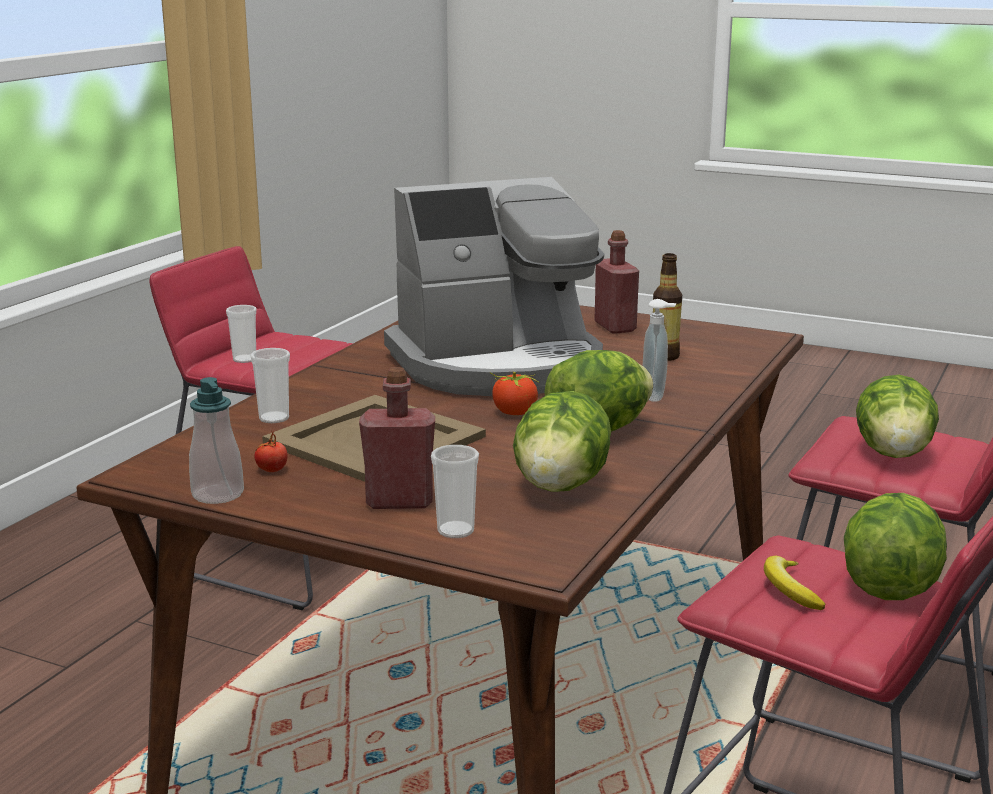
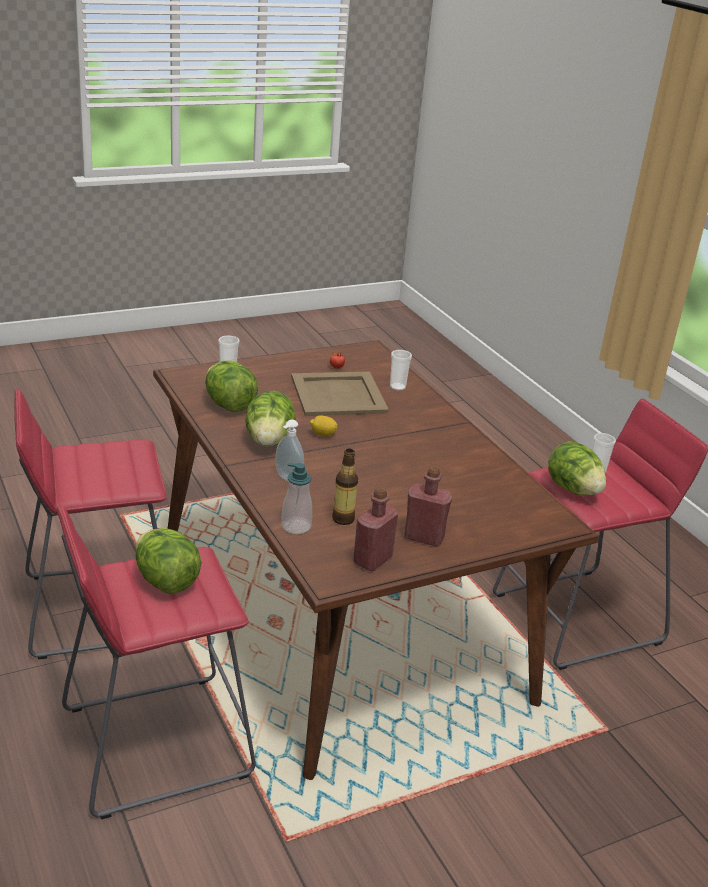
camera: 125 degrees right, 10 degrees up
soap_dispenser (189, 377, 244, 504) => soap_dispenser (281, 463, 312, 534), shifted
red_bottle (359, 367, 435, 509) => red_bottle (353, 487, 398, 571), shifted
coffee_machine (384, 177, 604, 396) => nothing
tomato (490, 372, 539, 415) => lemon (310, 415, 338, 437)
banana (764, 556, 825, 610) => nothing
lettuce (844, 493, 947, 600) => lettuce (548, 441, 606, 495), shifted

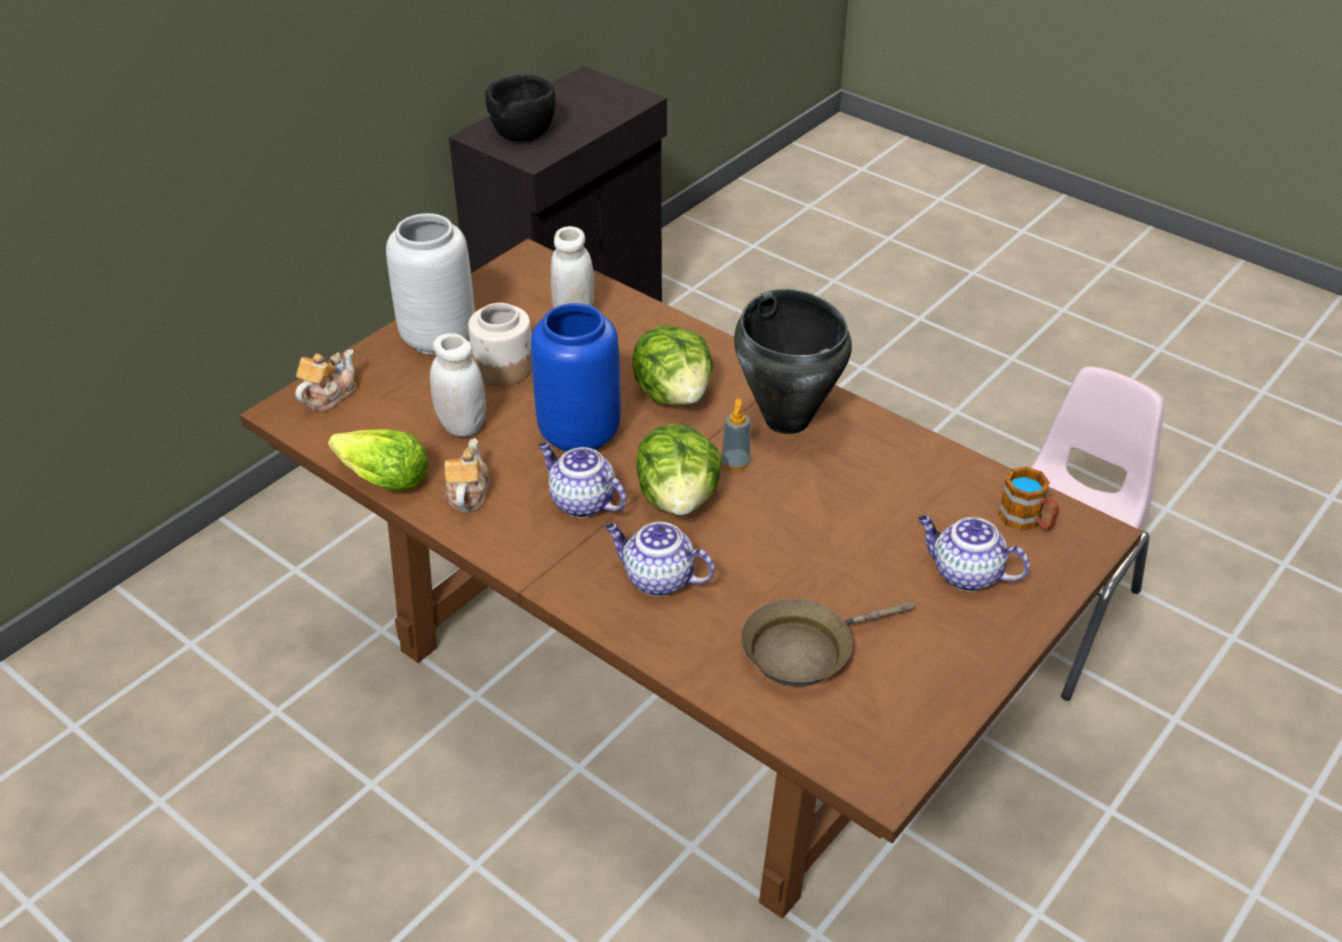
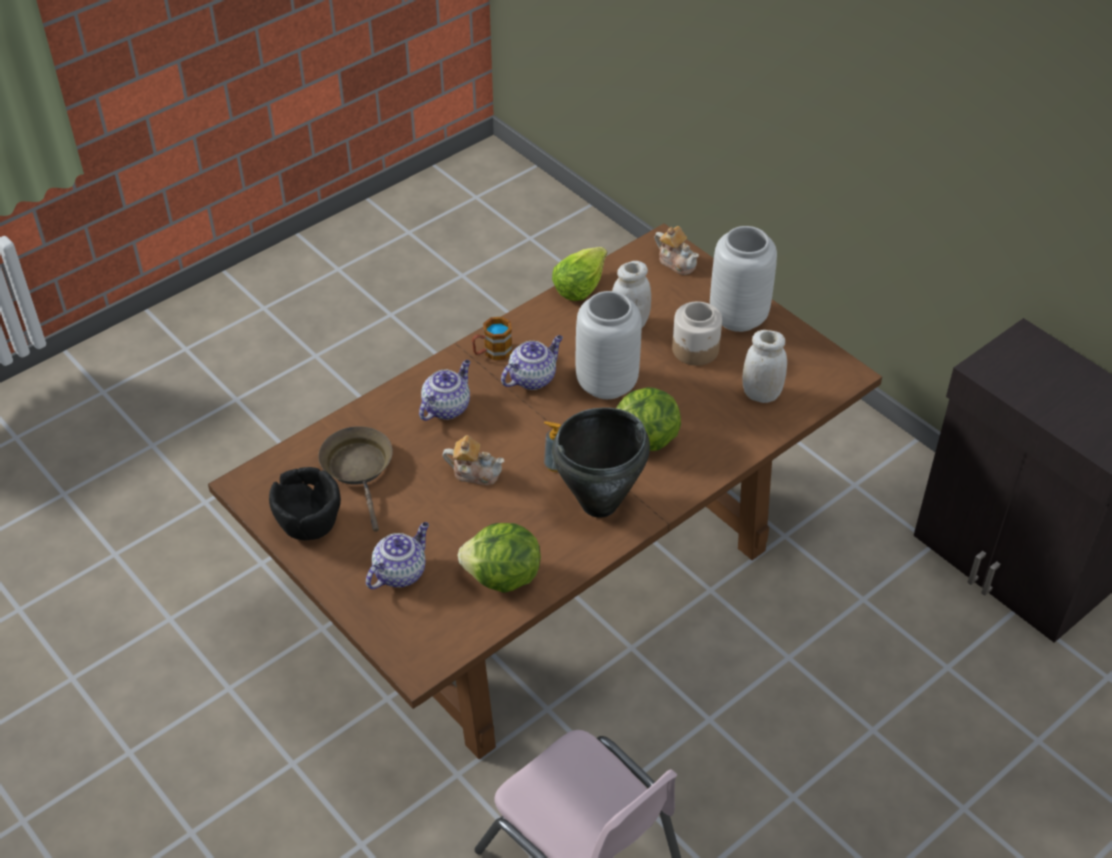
camera: 100 degrees right, 5 degrees up
teapot (445, 438, 490, 512) => teapot (443, 435, 504, 485), shifted
black_bowl (485, 75, 556, 142) => black_bowl (269, 467, 341, 540), shifted
blue_vase (531, 303, 621, 452) => grey_vase (576, 291, 642, 399)
lettuce (636, 424, 722, 515) => lettuce (458, 523, 541, 593), shifted
mug (998, 466, 1059, 531) => mug (472, 317, 512, 360), shifted

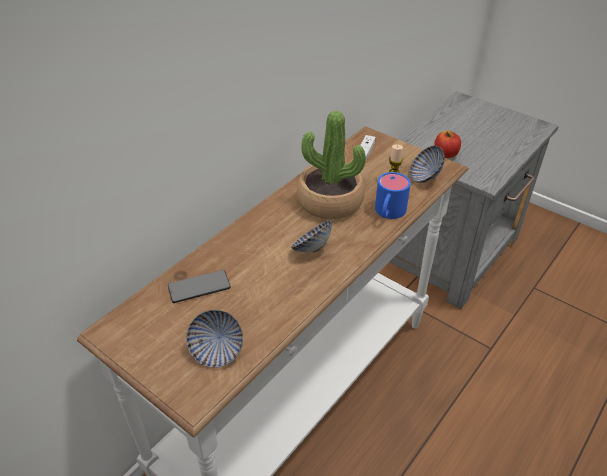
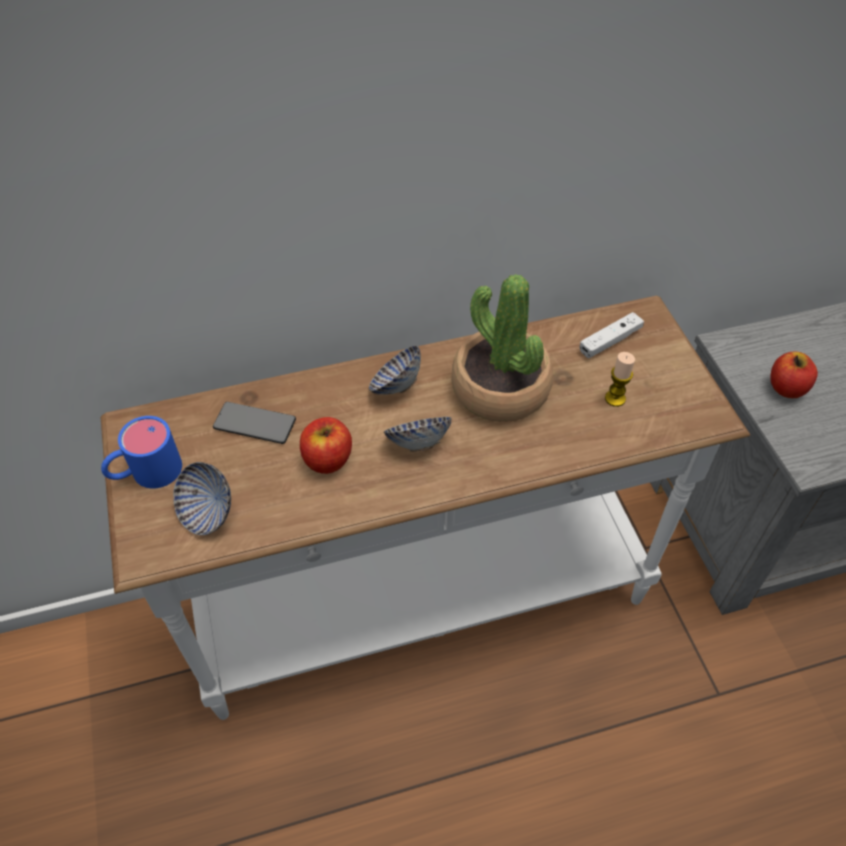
camera: 35 degrees right, 10 degrees up
blue_mug (375, 172, 411, 219) => blue_mug (101, 416, 182, 489), shifted
bowl (409, 146, 445, 183) => bowl (369, 345, 421, 394), shifted
nothing => apple (300, 417, 352, 474)

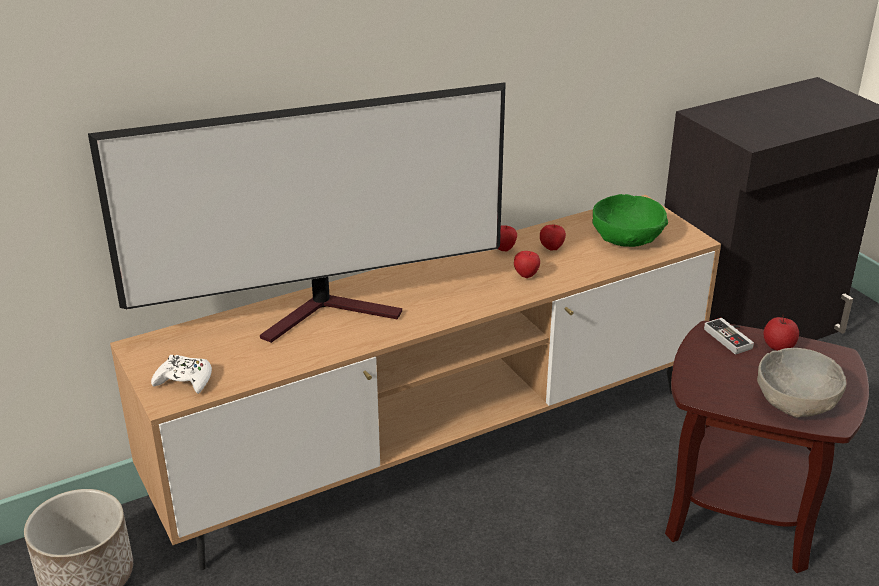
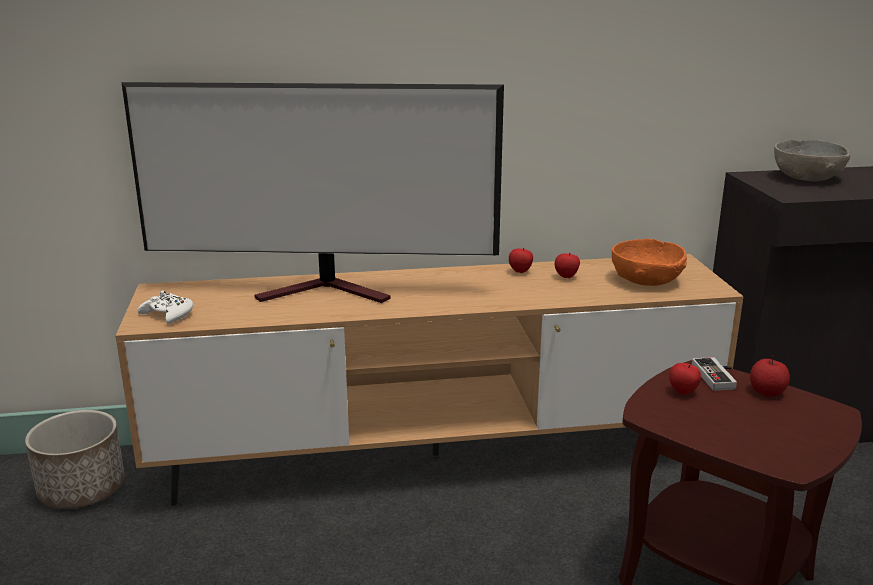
camera: 20 degrees right, 10 degrees down
apple (514, 251, 540, 278) => apple (669, 363, 701, 395), shifted
green_bowl (592, 194, 668, 247) => orange_bowl (612, 239, 687, 286)
grey_bowl (757, 348, 846, 417) => grey_bowl (774, 140, 850, 181), shifted

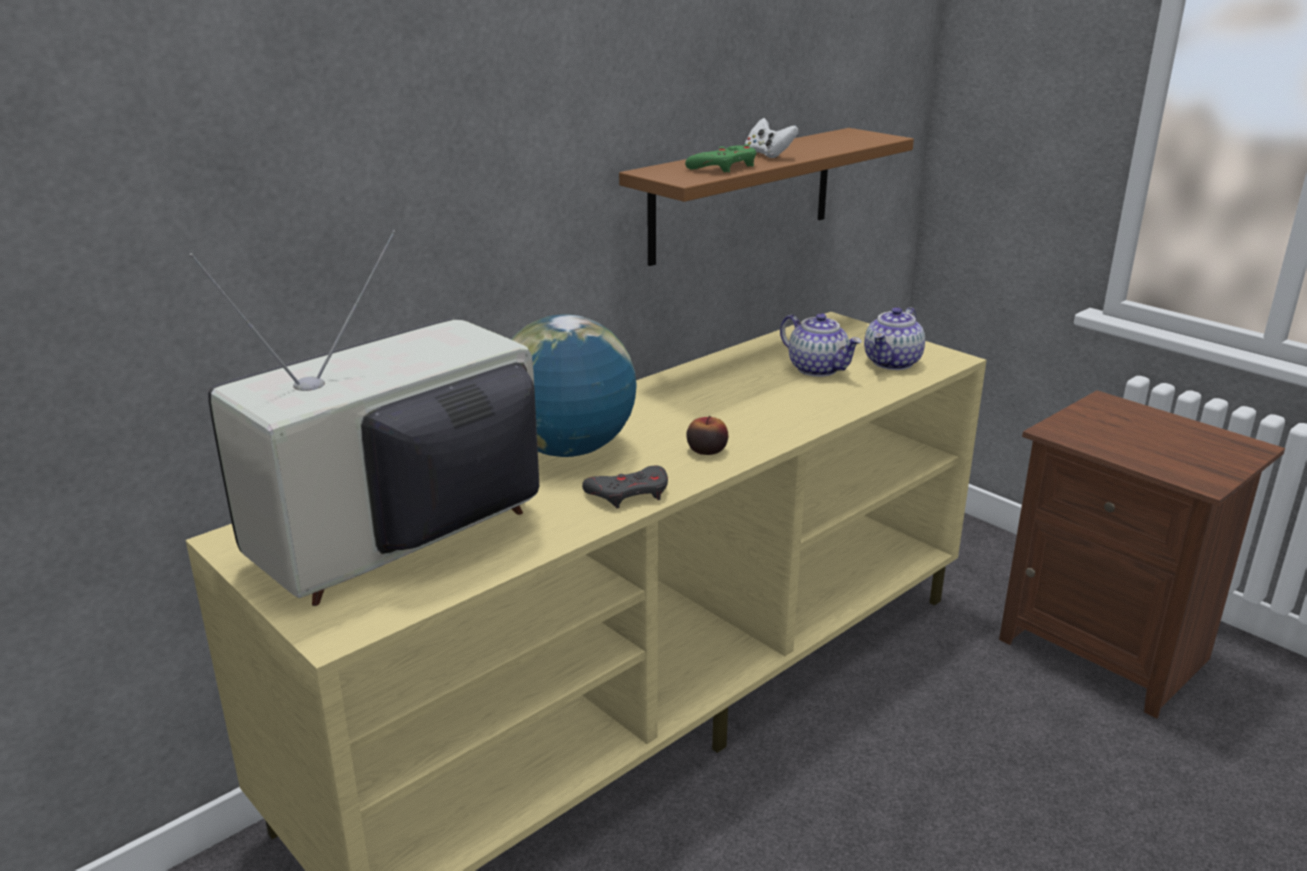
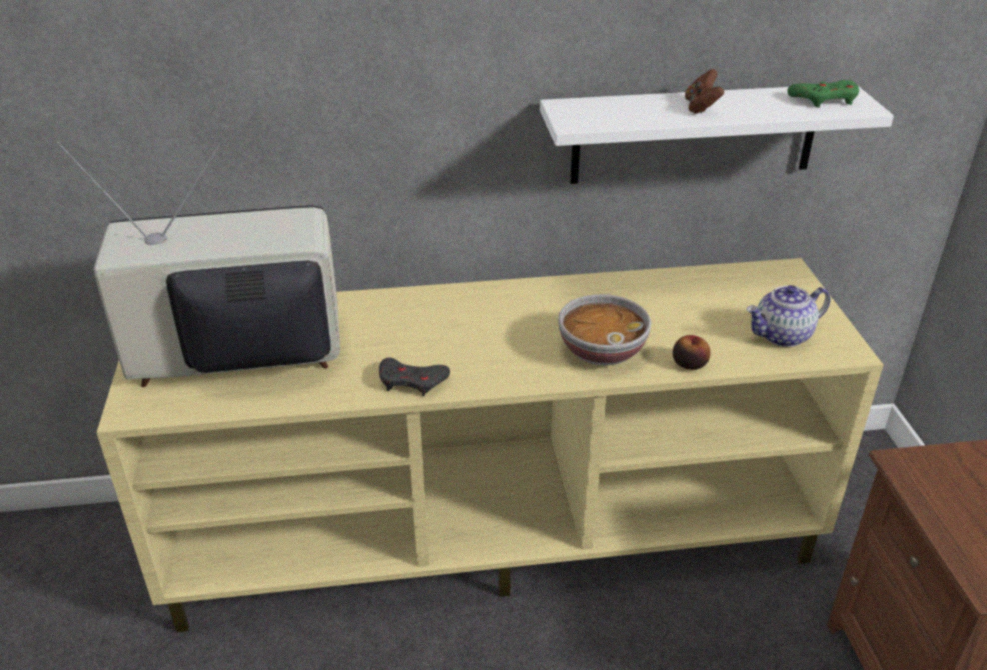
camera: 35 degrees right, 10 degrees up
globe (511, 314, 637, 457) => nothing
brown_shelf (619, 128, 914, 266) => white_shelf (540, 86, 894, 184)
green_game_controller (685, 144, 757, 172) => green_game_controller (787, 80, 859, 108), shifted
apple (686, 416, 728, 455) => apple (673, 335, 710, 370), shifted
white_game_controller (745, 118, 798, 158) => brown_game_controller (685, 69, 724, 114)
teapot (780, 313, 862, 377) => nothing
nothing => bowl (558, 294, 651, 365)

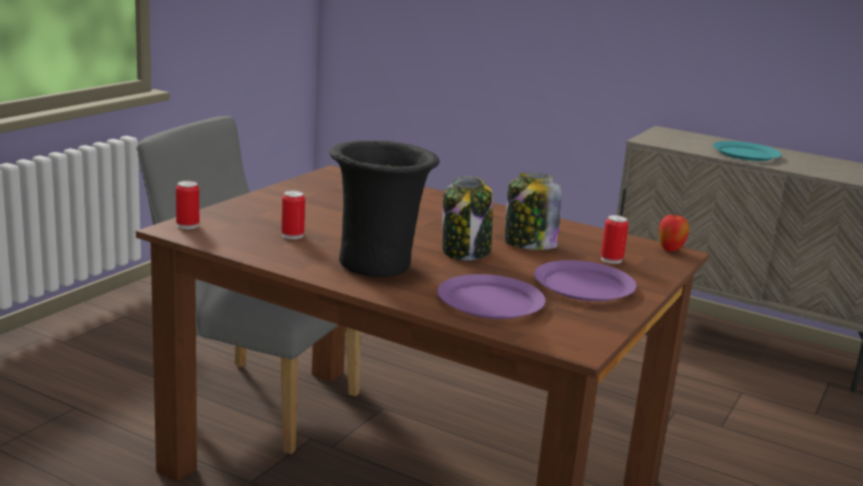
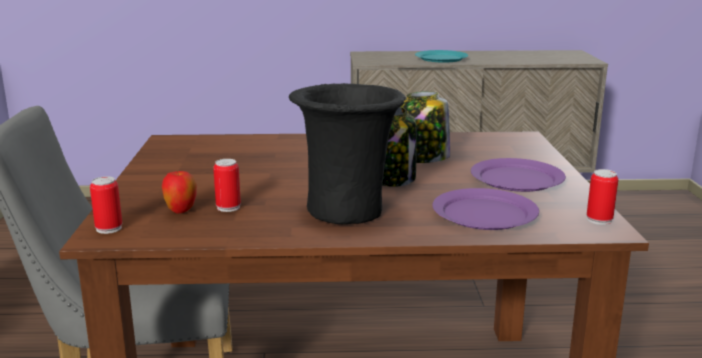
camera: 30 degrees left, 0 degrees up
can (601, 215, 629, 264) => can (587, 169, 618, 225), shifted
apple (659, 215, 689, 251) => apple (162, 170, 197, 213), shifted

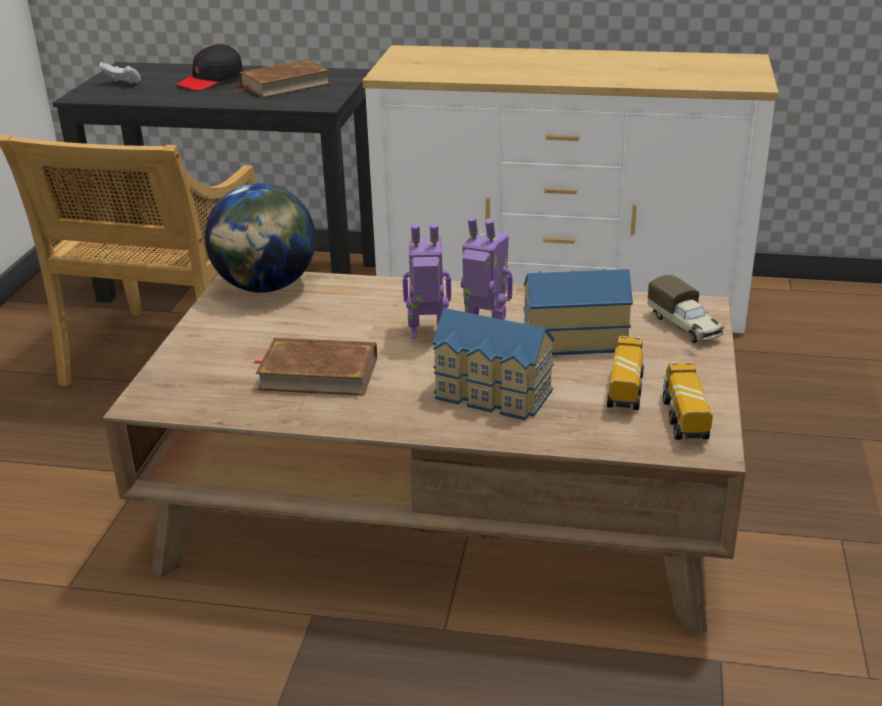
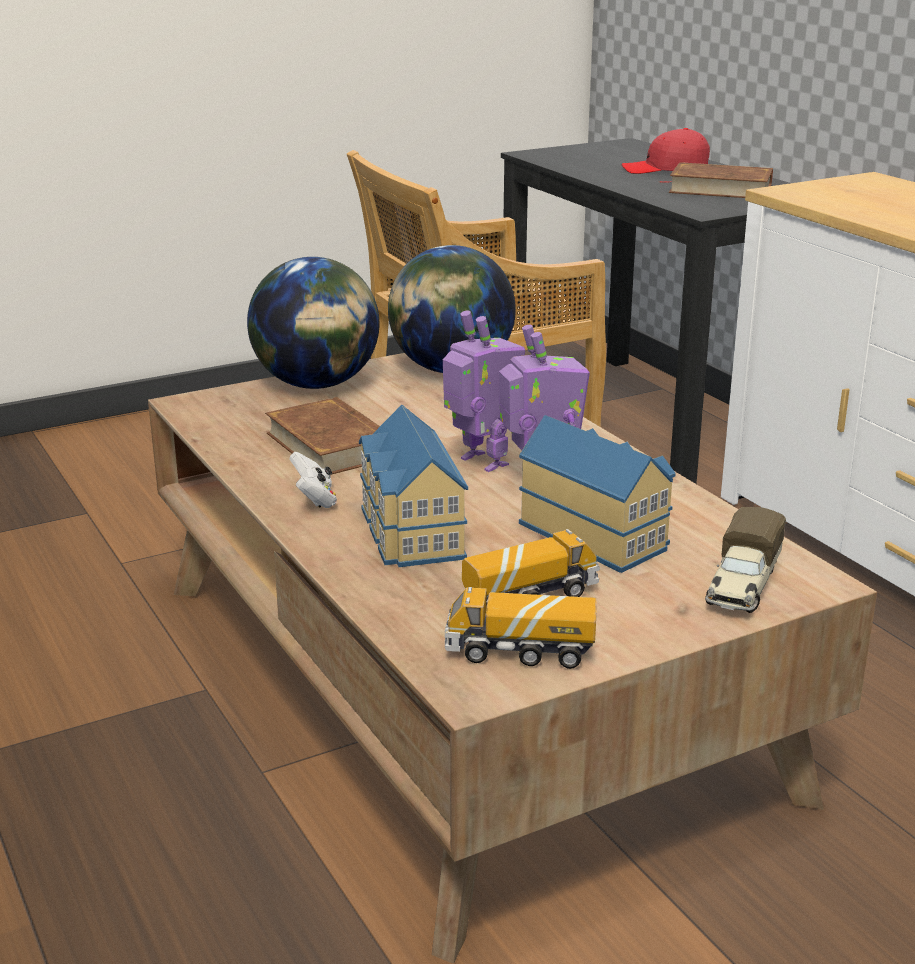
camera: 50 degrees right, 5 degrees down
white_game_controller (99, 62, 141, 85) => white_game_controller (289, 452, 337, 508), shifted
black_cap (176, 43, 243, 91) => red_cap (622, 128, 710, 174)
toy_truck (663, 362, 713, 440) => toy_truck (445, 587, 597, 669), 135 degrees counterclockwise
nothing => globe (247, 257, 380, 389)

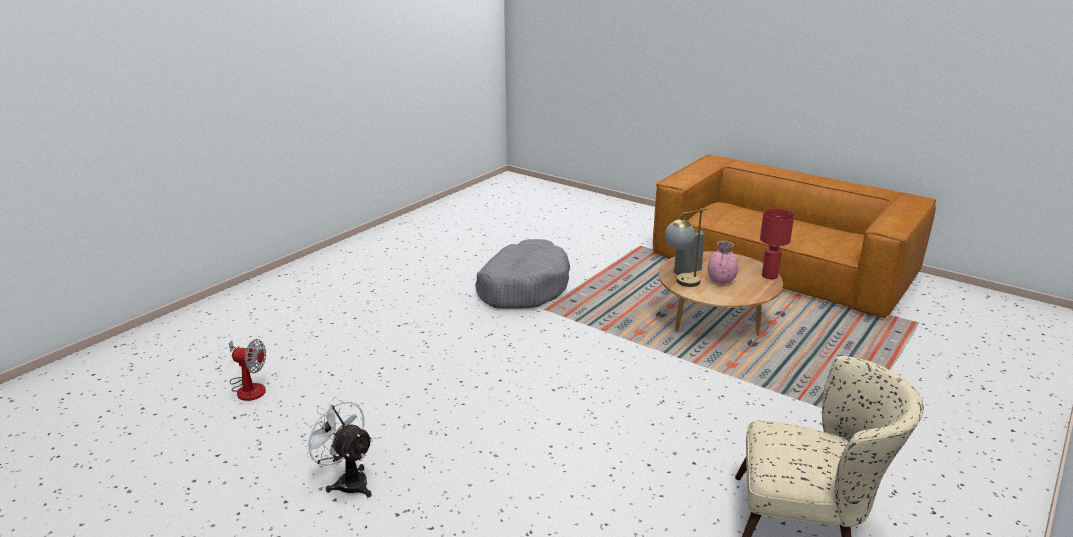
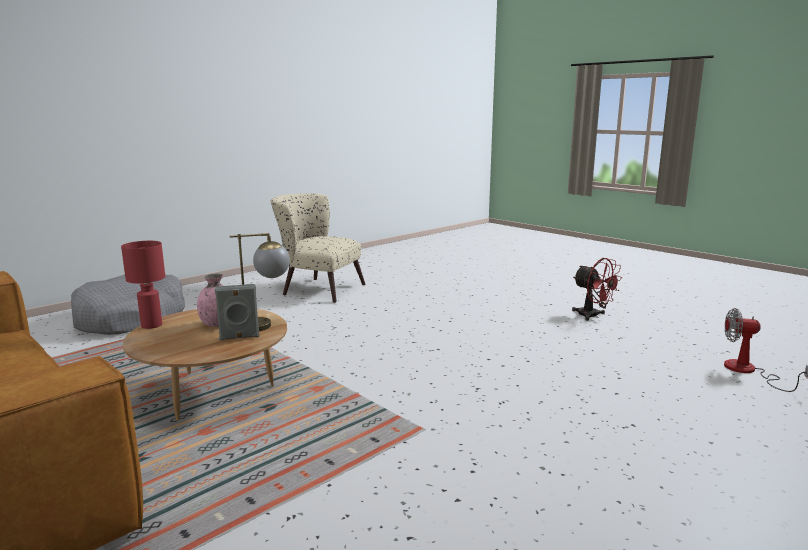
camera: 170 degrees left, 10 degrees down
white_fan (300, 397, 373, 498) => red_fan (572, 258, 622, 321)
grey_dog_bed (475, 239, 570, 309) => grey_dog_bed (71, 274, 185, 335), shifted

